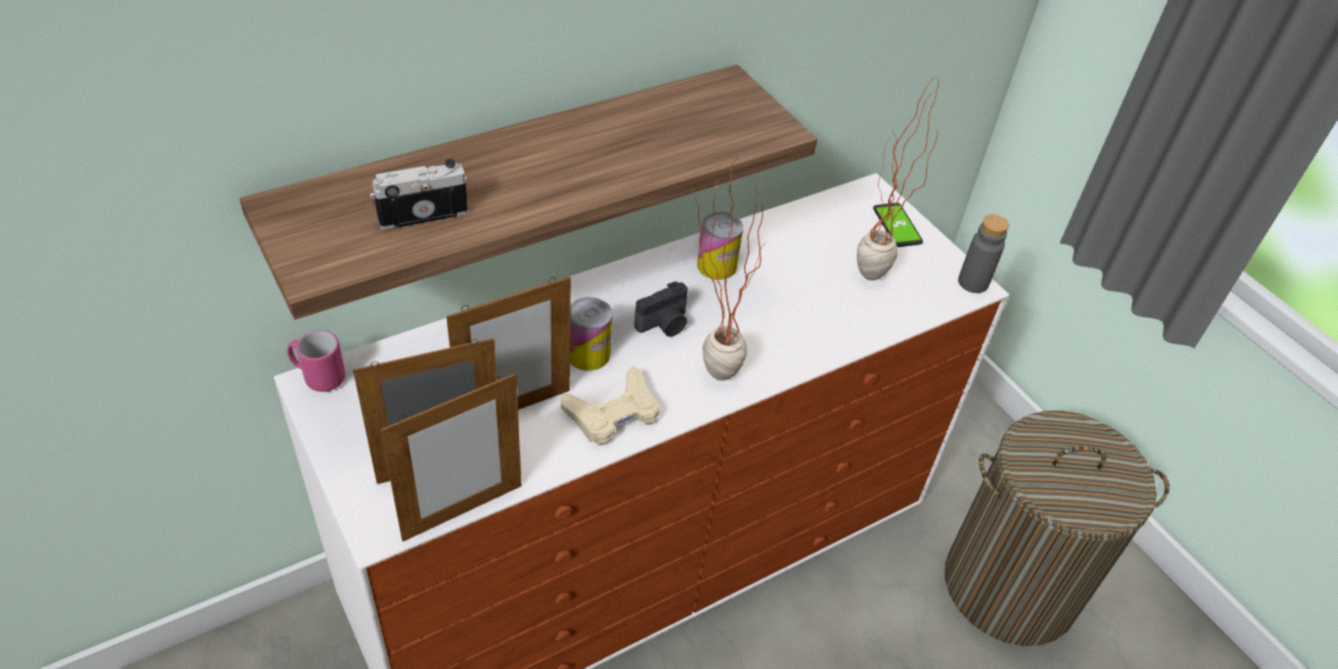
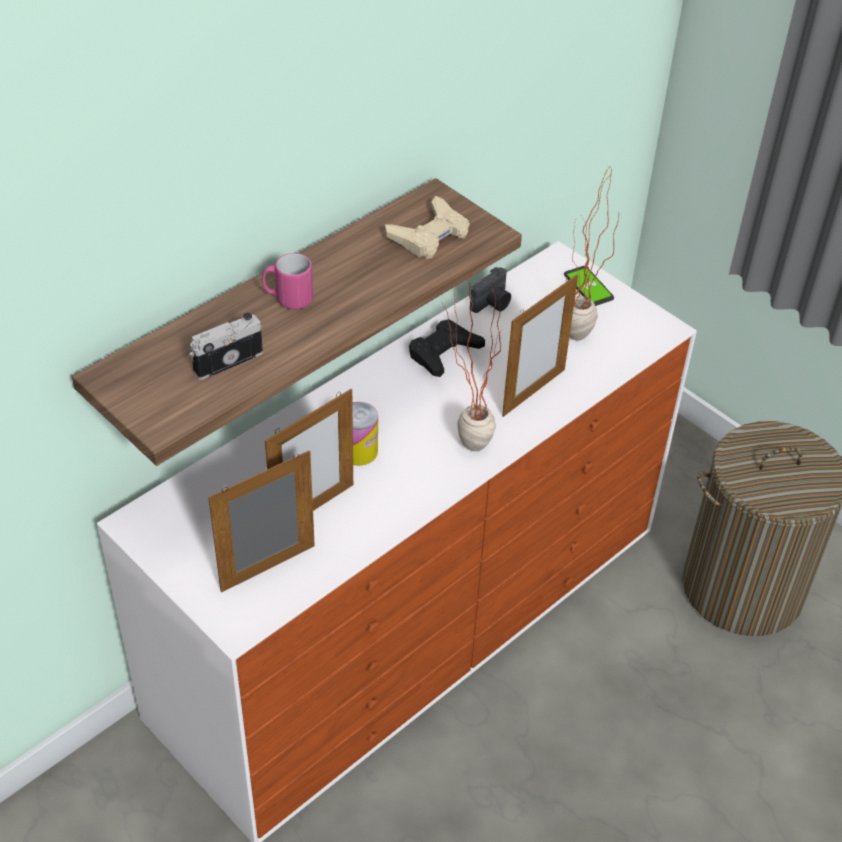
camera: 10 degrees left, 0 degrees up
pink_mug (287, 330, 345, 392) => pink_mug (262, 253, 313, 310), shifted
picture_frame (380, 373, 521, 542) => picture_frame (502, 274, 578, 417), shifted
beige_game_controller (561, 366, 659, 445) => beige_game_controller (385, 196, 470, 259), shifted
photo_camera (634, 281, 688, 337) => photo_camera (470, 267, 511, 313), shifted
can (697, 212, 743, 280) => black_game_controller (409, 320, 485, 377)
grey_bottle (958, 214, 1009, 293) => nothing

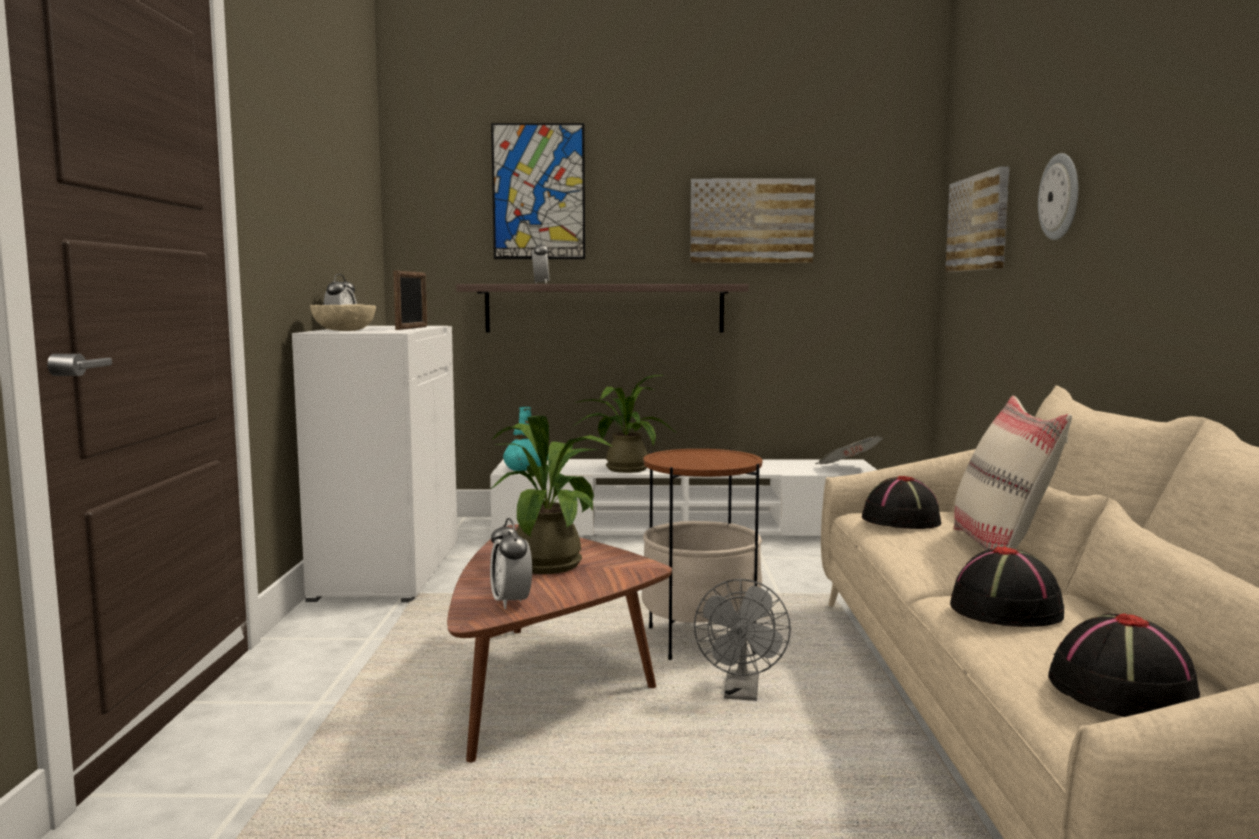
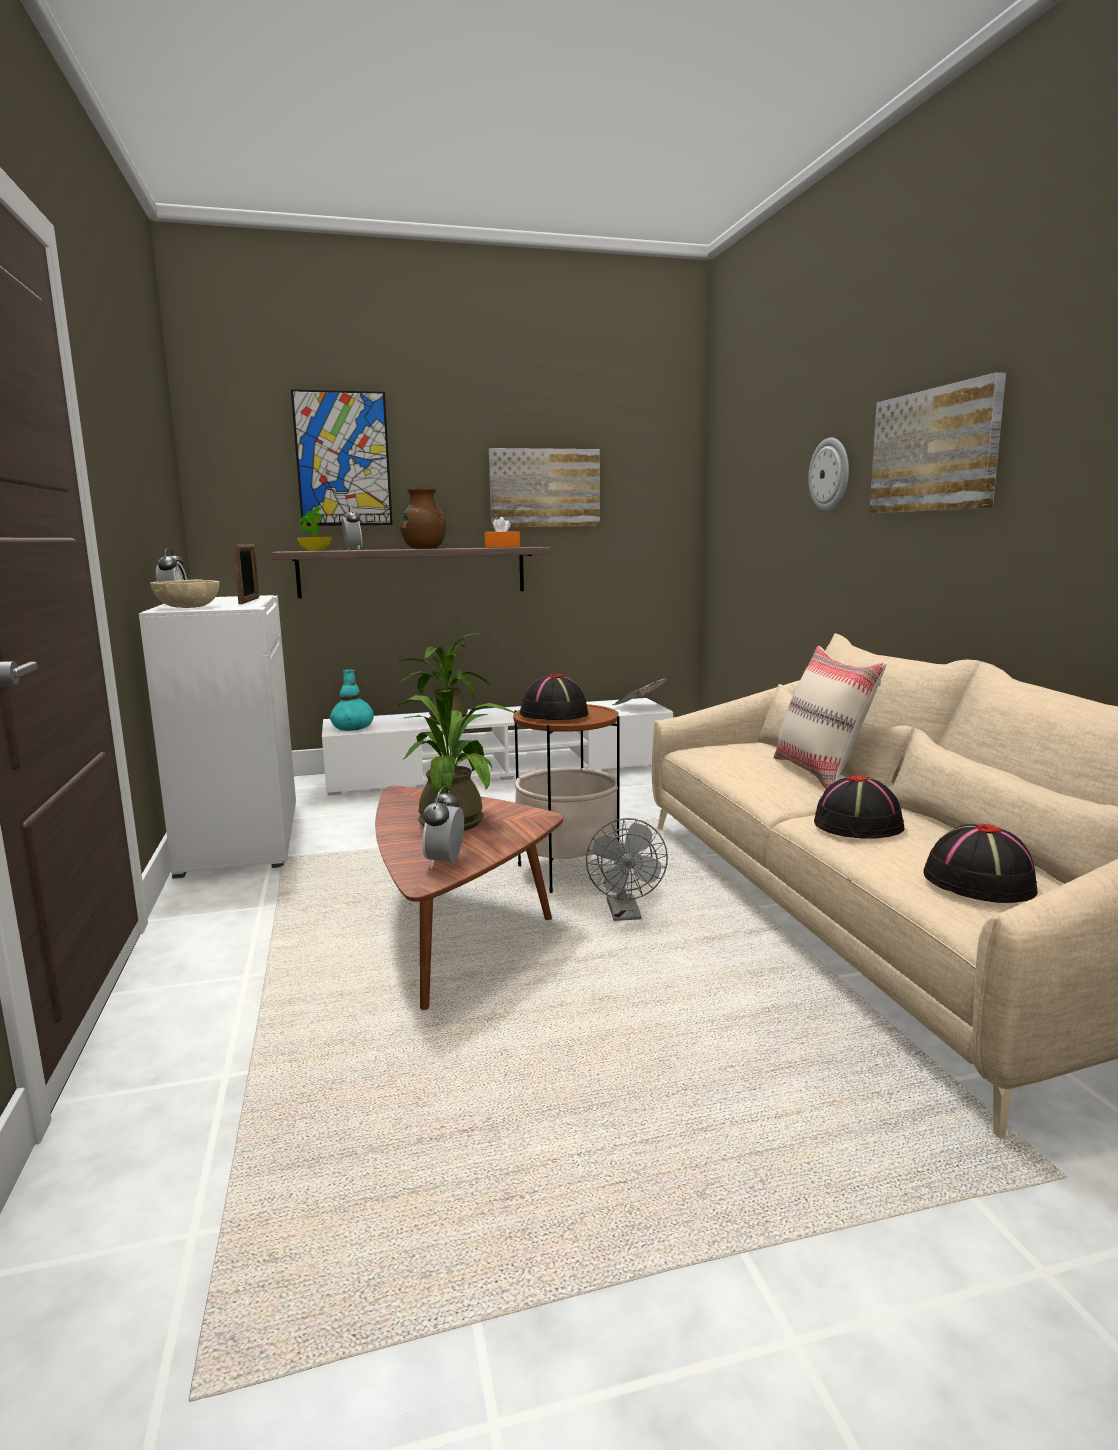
camera: 15 degrees left, 5 degrees up
alarm_clock (490, 518, 532, 609) => alarm_clock (423, 786, 464, 868), 45 degrees clockwise
black_hat (862, 476, 941, 529) => black_hat (520, 674, 589, 720), shifted
picture (945, 166, 1010, 272) => picture (869, 372, 1006, 513), shifted
nothing => potted_plant (297, 505, 332, 551)
nothing => brown_vase (400, 488, 446, 549)
nothing => orange_tissue_box (484, 517, 520, 548)

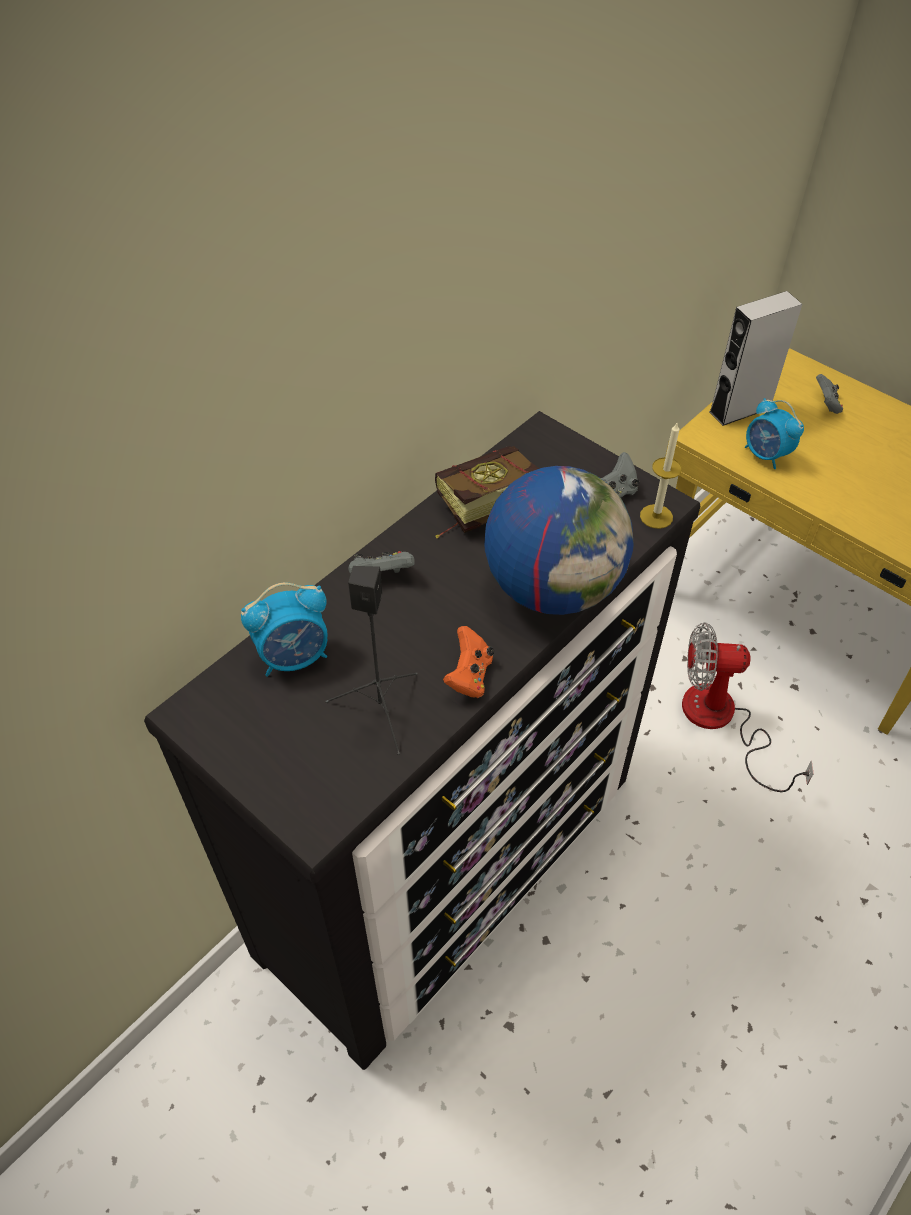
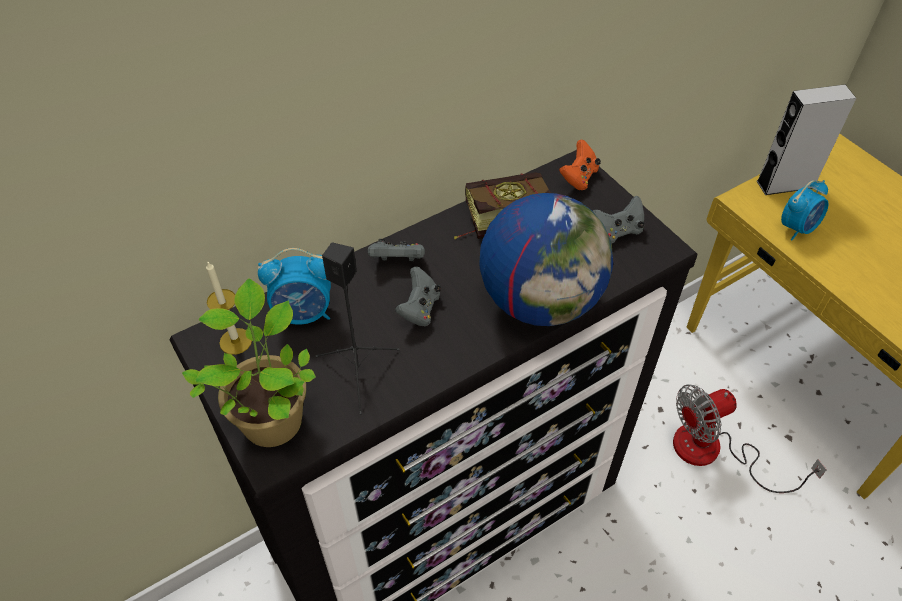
camera: 15 degrees right, 0 degrees up
orange_game_controller (443, 626, 494, 698) => orange_game_controller (559, 139, 601, 190), shifted
candle (640, 423, 682, 529) => candle (206, 262, 252, 355), shifted
fan (682, 622, 814, 792) => fan (673, 384, 827, 493), 45 degrees counterclockwise
alarm_clock (745, 398, 804, 469) => alarm_clock (781, 180, 829, 241), 105 degrees counterclockwise
grey_game_controller (816, 374, 843, 414) => grey_game_controller (395, 267, 441, 327), shifted
nothing => potted_plant (182, 278, 316, 447)

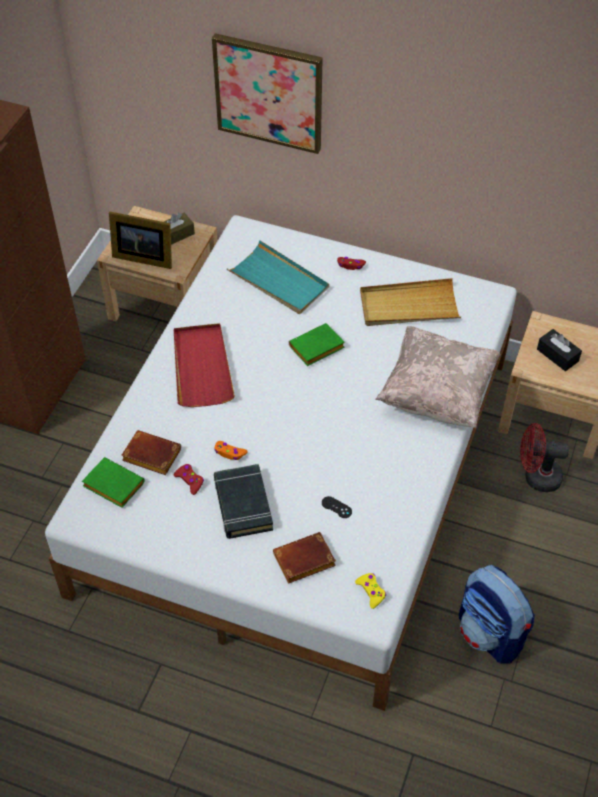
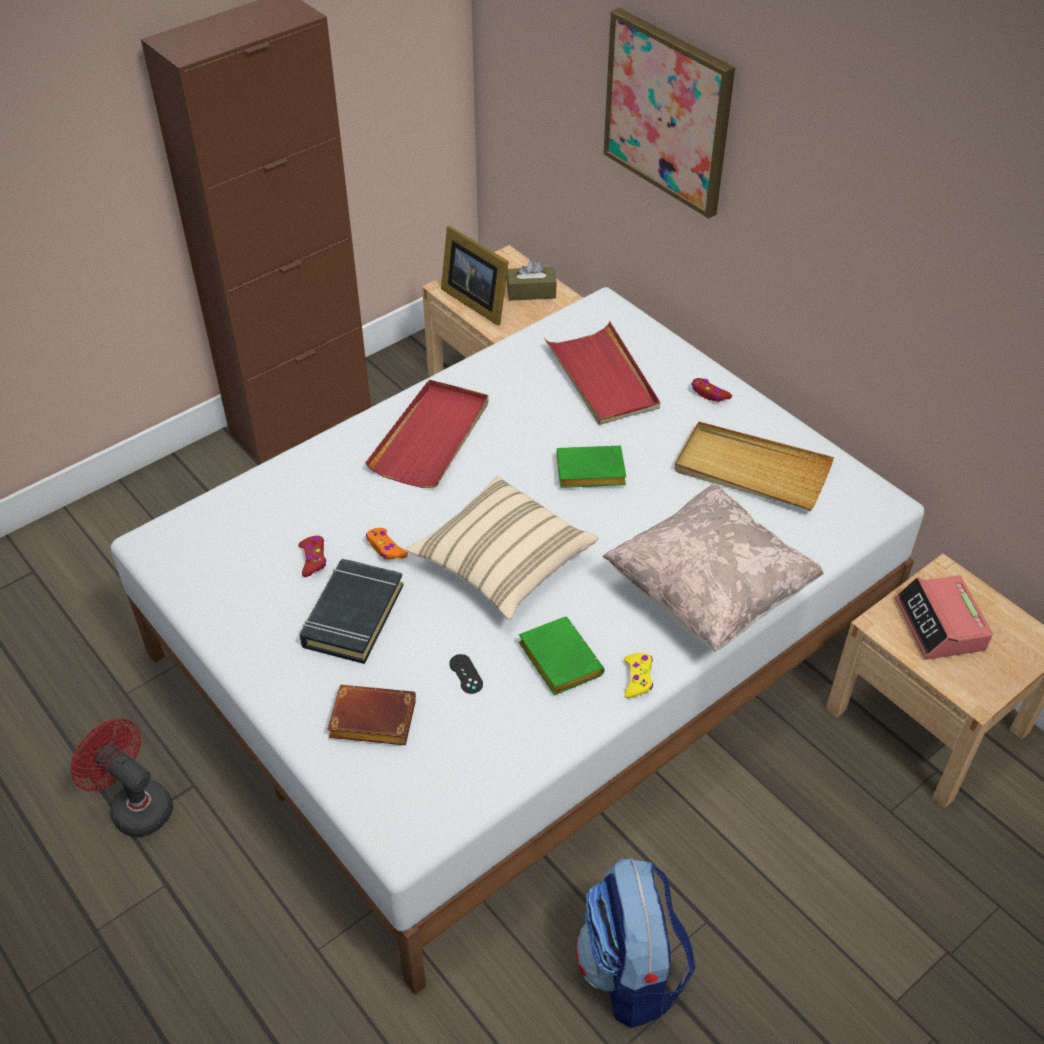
camera: 30 degrees right, 5 degrees down
green_book (82, 457, 145, 508) => green_book (518, 617, 605, 695), shifted
brown_book (121, 430, 181, 475) => nothing
turquoise_tray (227, 240, 329, 314) => red_tray (544, 321, 660, 425)
yellow_game_controller (355, 573, 386, 609) => yellow_game_controller (624, 653, 653, 698), shifted
red_fan (520, 423, 569, 492) => red_fan (71, 718, 173, 837), shifted
black_tissue_box (537, 329, 582, 371) => alarm_clock (895, 575, 993, 659)
nothing => beige_pillow (406, 476, 599, 620)

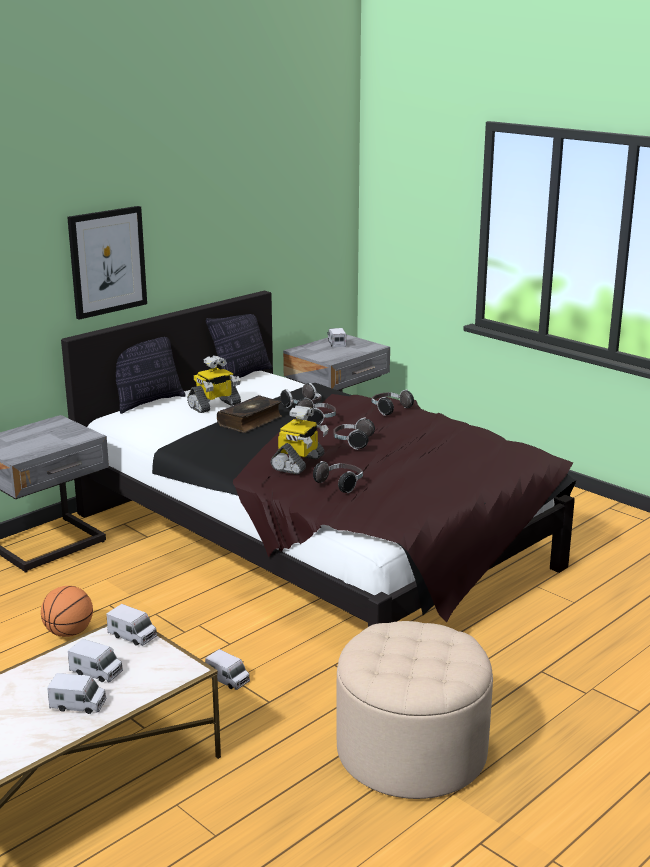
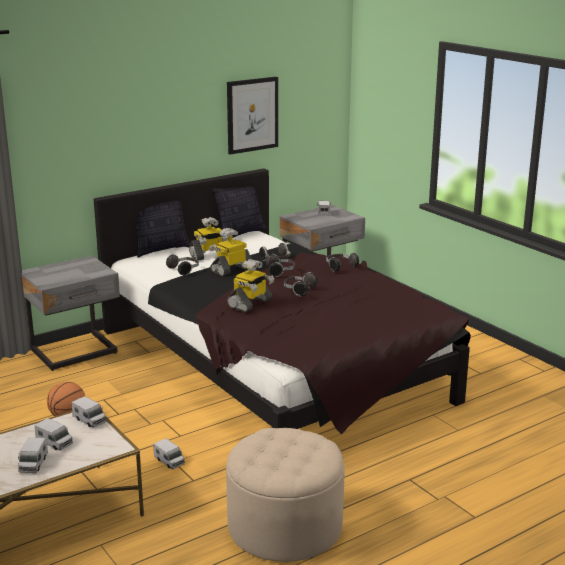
camera: 10 degrees right, 0 degrees up
toy_truck (47, 673, 107, 714) => toy_truck (18, 437, 48, 473), 75 degrees clockwise
picture (67, 206, 147, 320) => picture (227, 77, 278, 155), shifted
book (217, 395, 282, 433) => toy_robot (209, 228, 252, 276)
headphones (313, 461, 363, 493) => headphones (166, 254, 199, 276), shifted

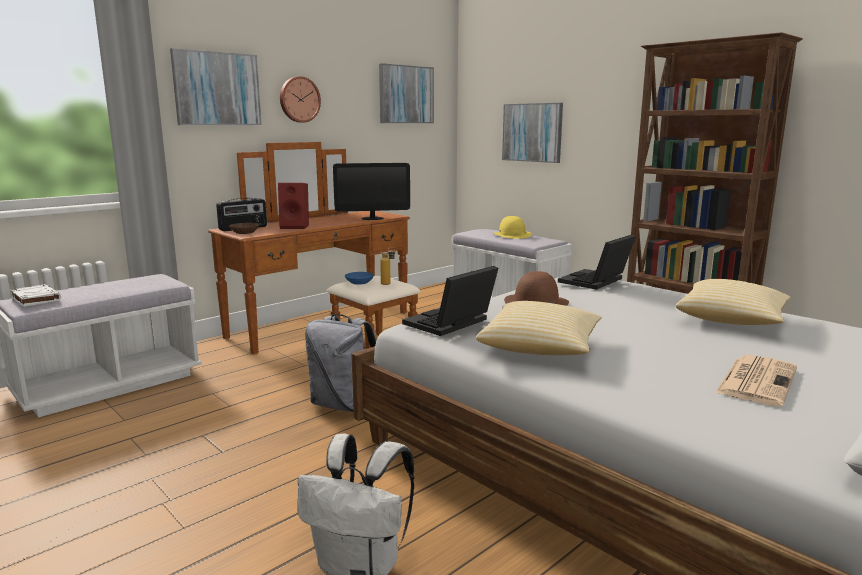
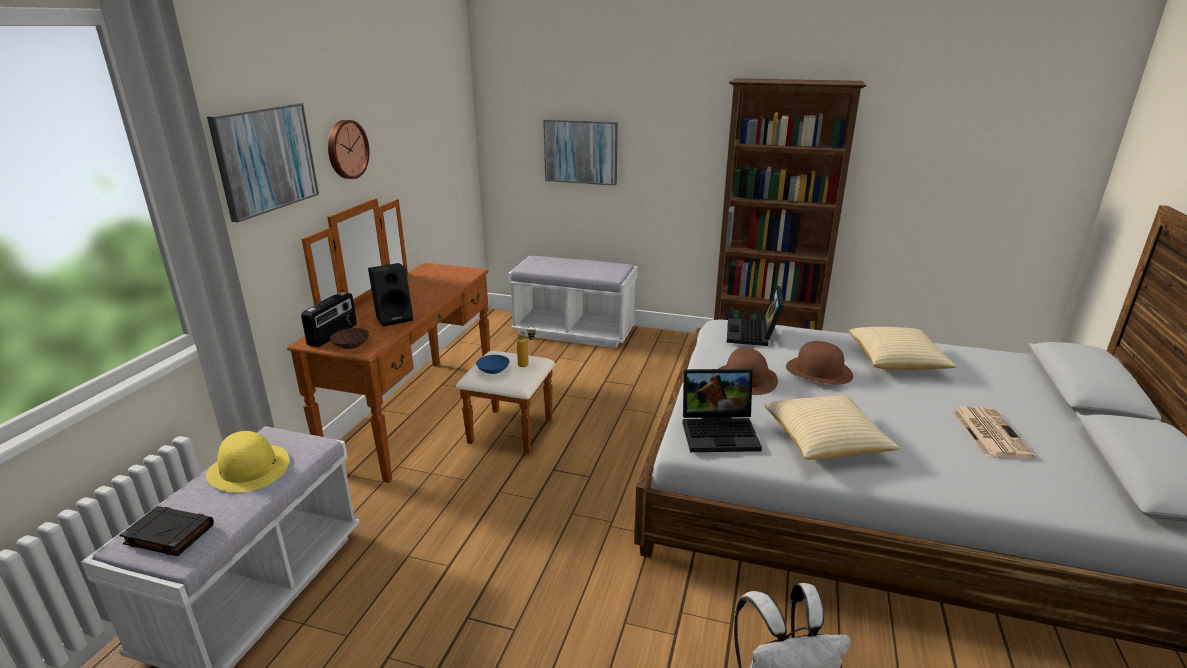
camera: 30 degrees left, 10 degrees up
white_book (10, 284, 61, 307) => black_book (120, 506, 214, 556)
red_speaker (278, 183, 309, 229) => black_speaker (368, 263, 413, 327)
grey_backpack (305, 314, 377, 412) => nothing
monitor (333, 163, 410, 220) => nothing
picture (379, 63, 434, 123) => nothing
laptop (402, 266, 498, 336) => laptop (682, 369, 762, 452), 105 degrees counterclockwise
yellow_hat (494, 216, 532, 239) => yellow_hat (206, 431, 289, 492), shifted
nothing => brown_hat (786, 341, 853, 385)

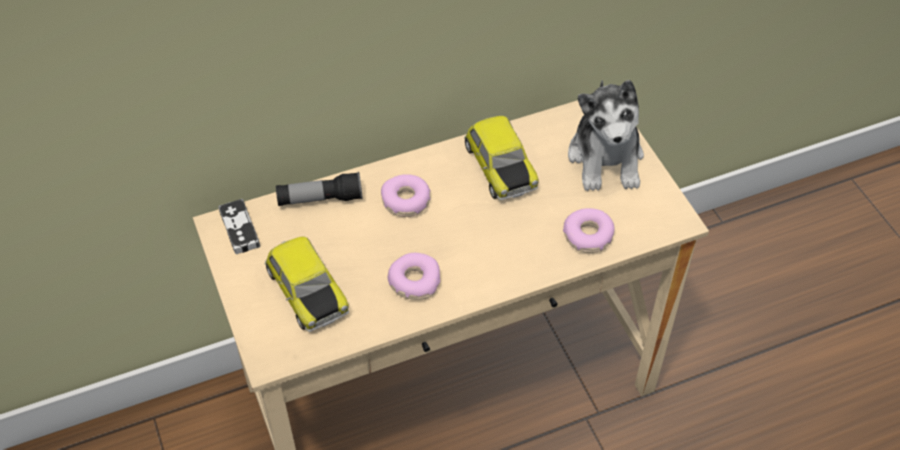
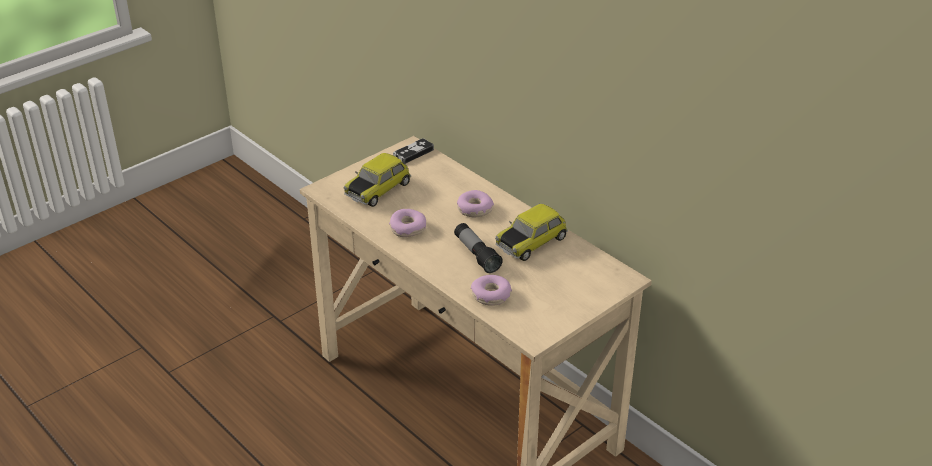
camera: 70 degrees right, 15 degrees down
flashlight (276, 172, 363, 206) => flashlight (454, 223, 503, 273), shifted
plush_toy (568, 80, 644, 191) => nothing

